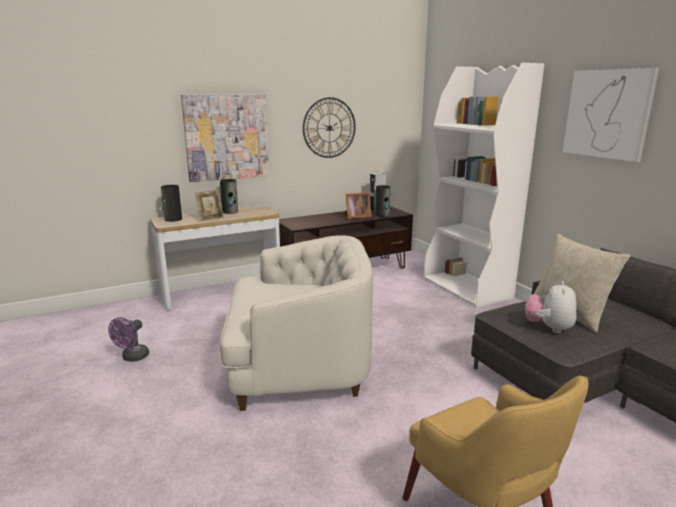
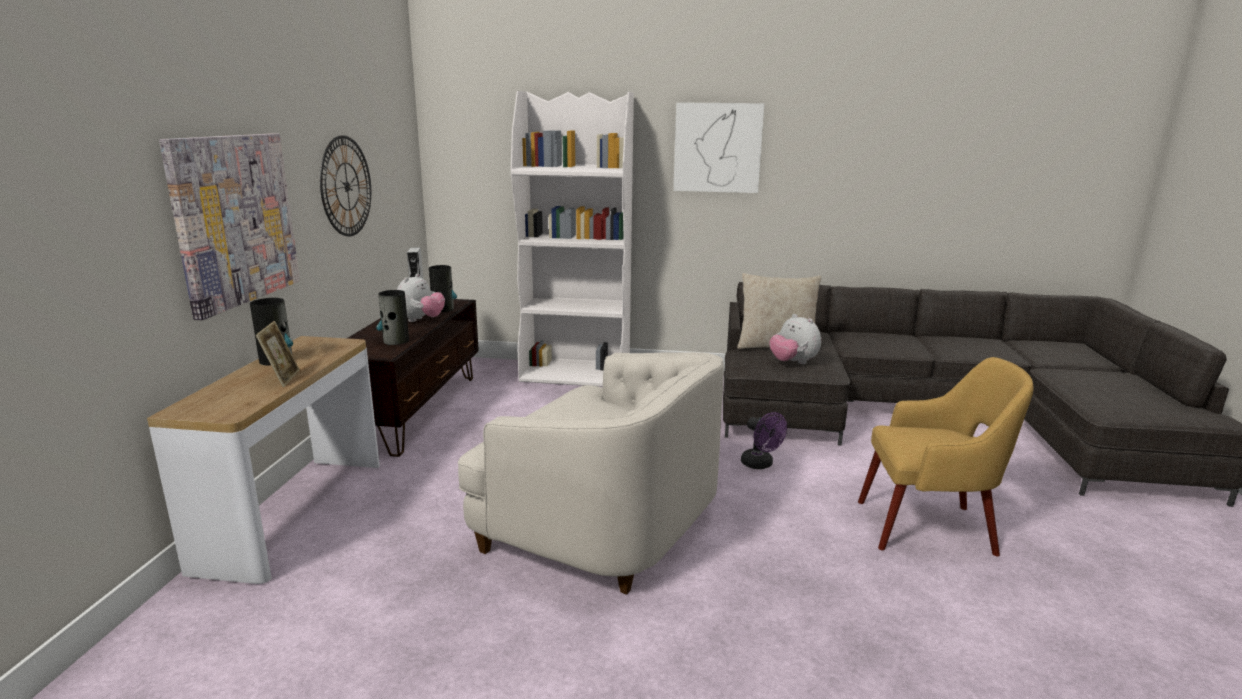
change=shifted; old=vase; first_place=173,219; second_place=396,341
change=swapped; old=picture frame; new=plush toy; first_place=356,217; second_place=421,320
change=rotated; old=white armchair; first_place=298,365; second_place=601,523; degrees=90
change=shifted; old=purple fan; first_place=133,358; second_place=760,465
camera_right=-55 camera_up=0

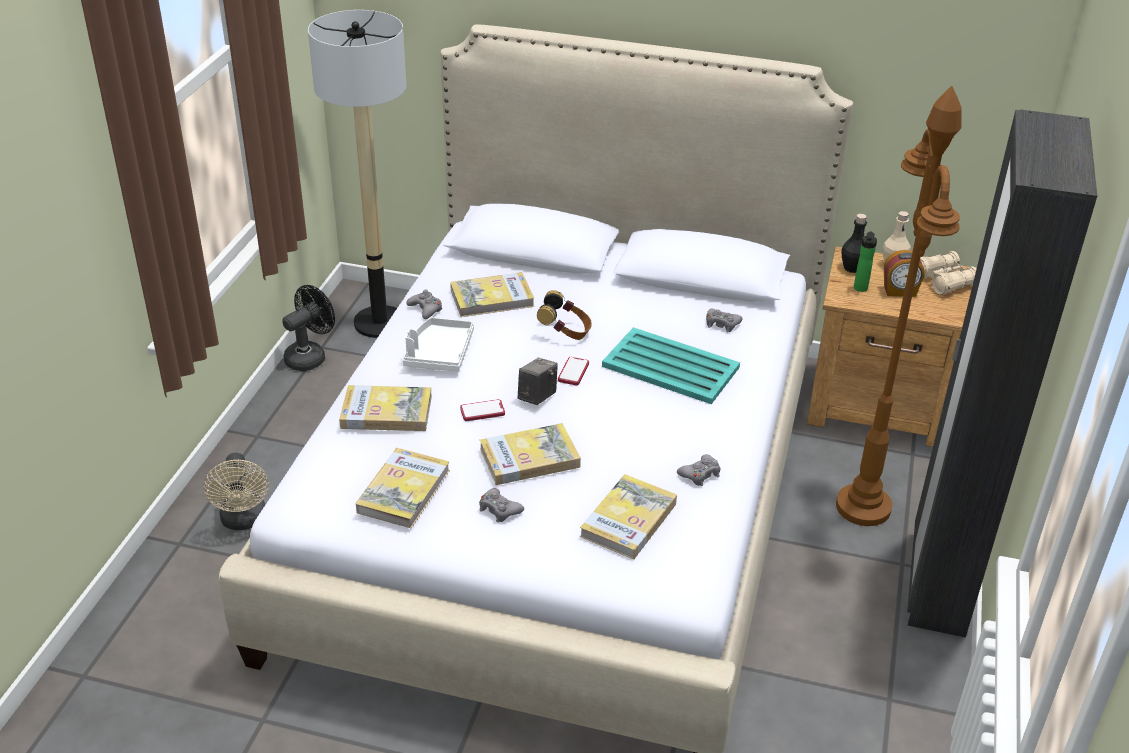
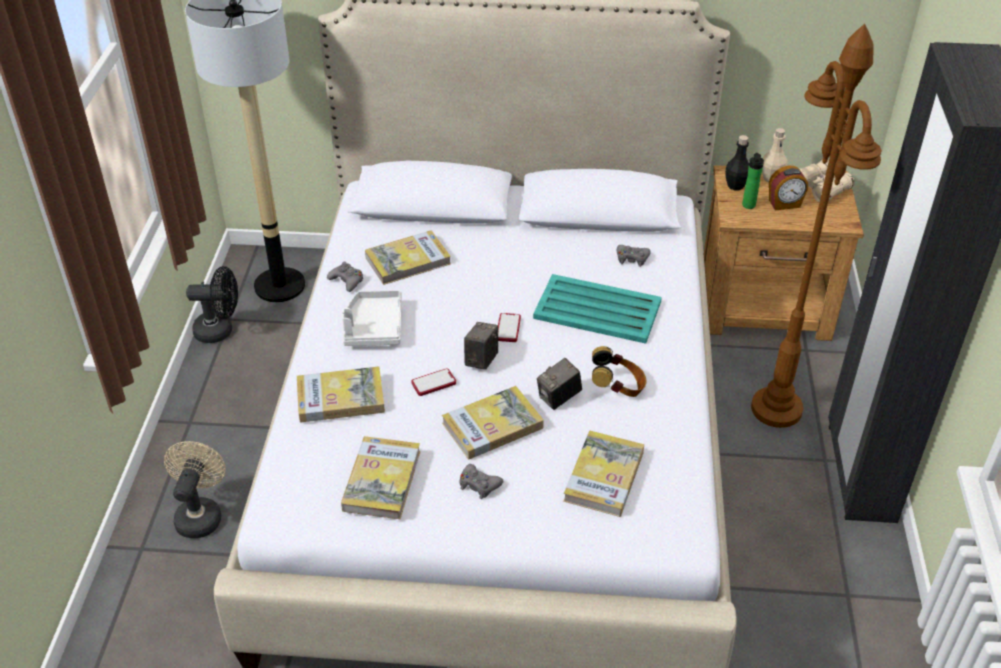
change=rotated; old=beige fan; first_place=244,521; second_place=200,514; degrees=-150
change=rotated; old=black fan; first_place=310,356; second_place=220,330; degrees=60
change=new; new=photo camera; second_place=559,398
change=shifted; old=headphones; first_place=565,332; second_place=617,388
change=gone; old=grey game controller; first_place=700,474
camera_right=-10 camera_up=5

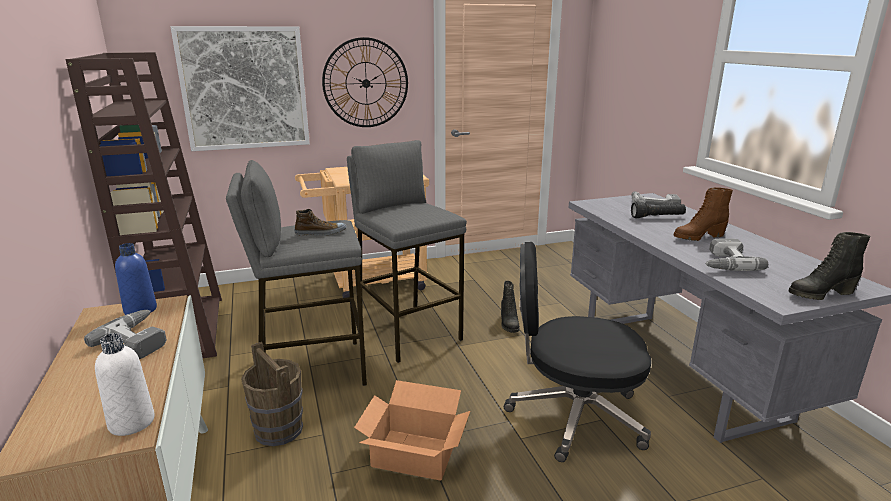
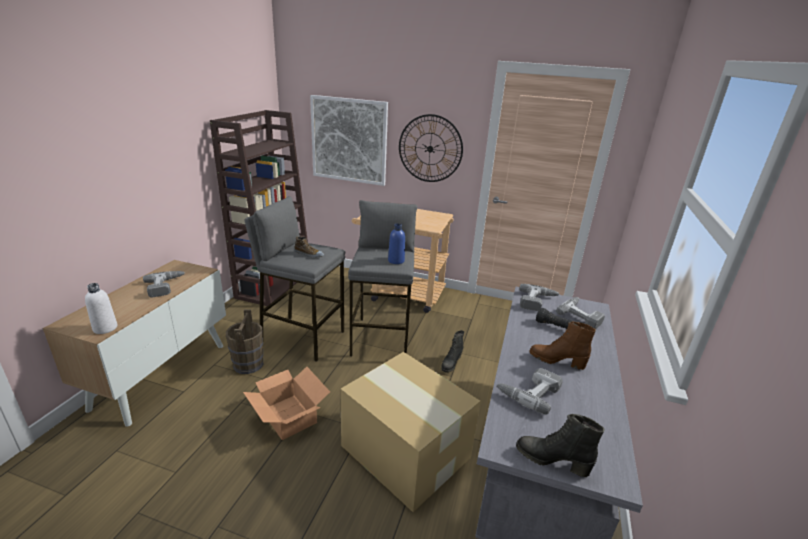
change=swapped; old=black office chair; new=cardboard box; first_place=573,415; second_place=405,450
change=shifted; old=blue bottle; first_place=140,310; second_place=396,261
change=new; new=power drill; second_place=537,302
camera_right=35 camera_up=5

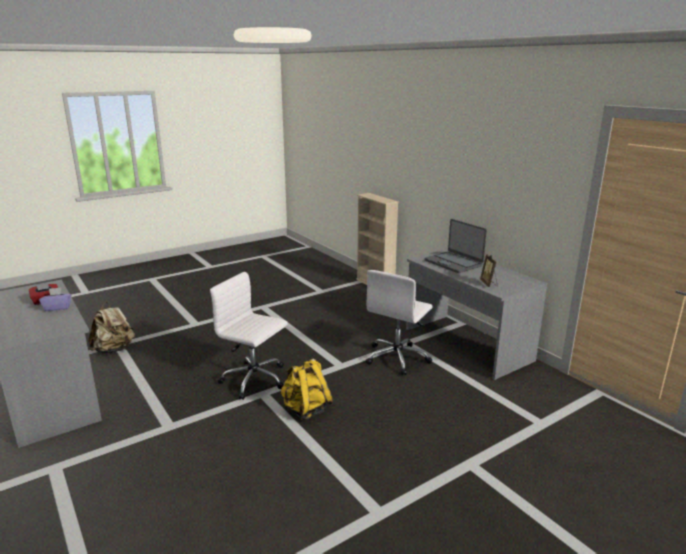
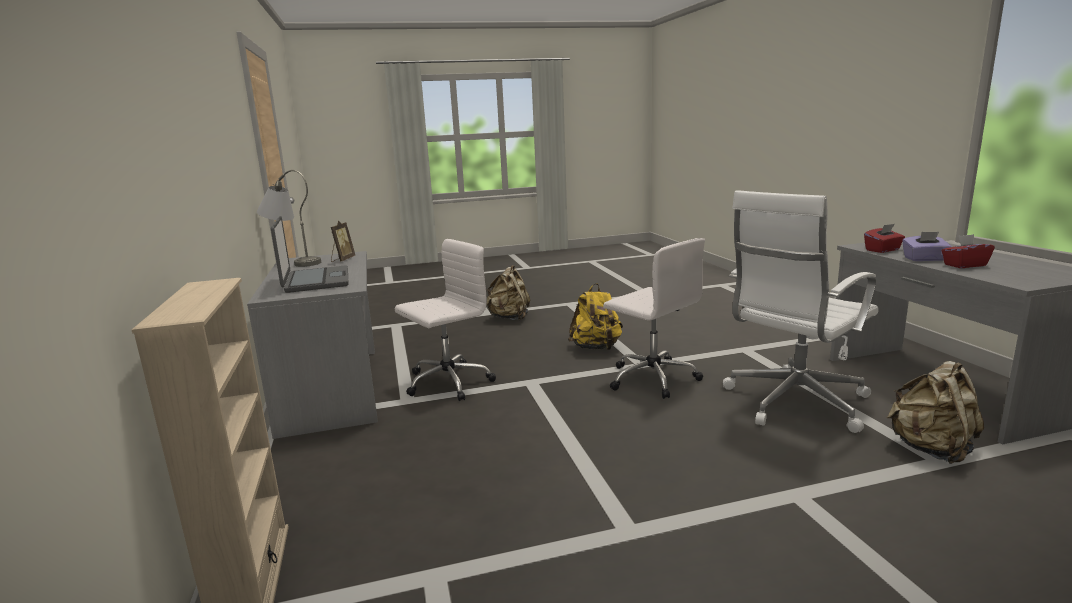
change=new; new=grey table lamp; second_place=293,263
change=new; new=beige backpack; second_place=509,318
change=new; new=white office chair; second_place=793,403
change=new; new=red tissue box; second_place=883,250
camera_right=-160 camera_up=-5

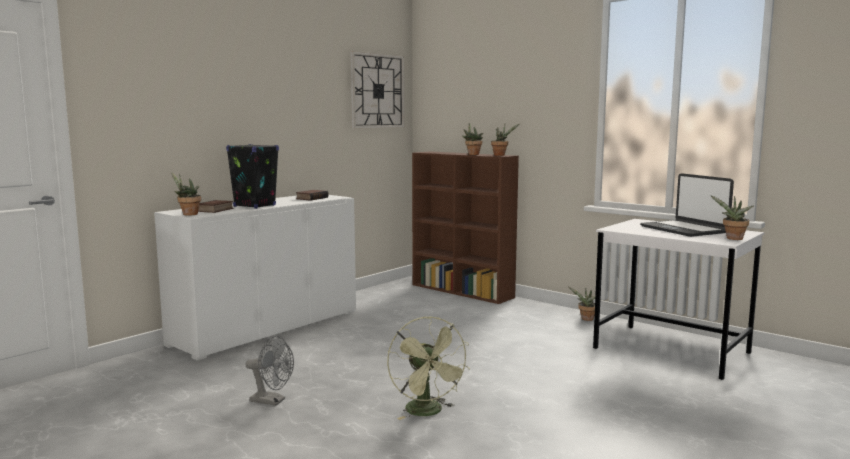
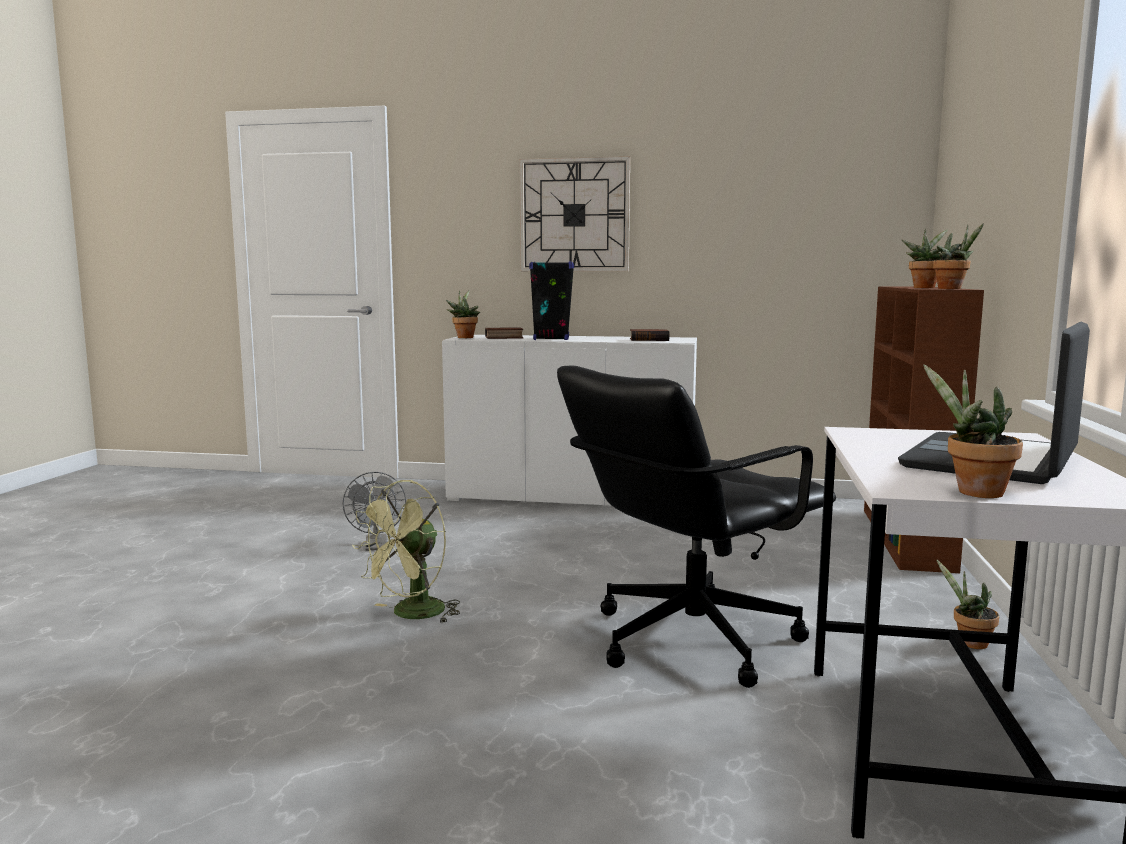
change=shifted; old=wall clock; first_place=377,91; second_place=574,215
change=new; new=black office chair; second_place=690,639
camera_right=60 camera_up=0

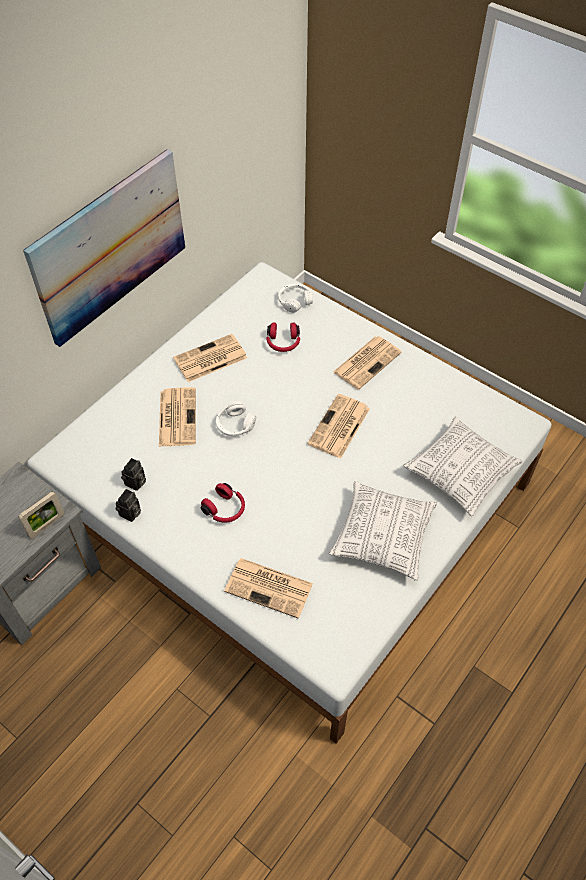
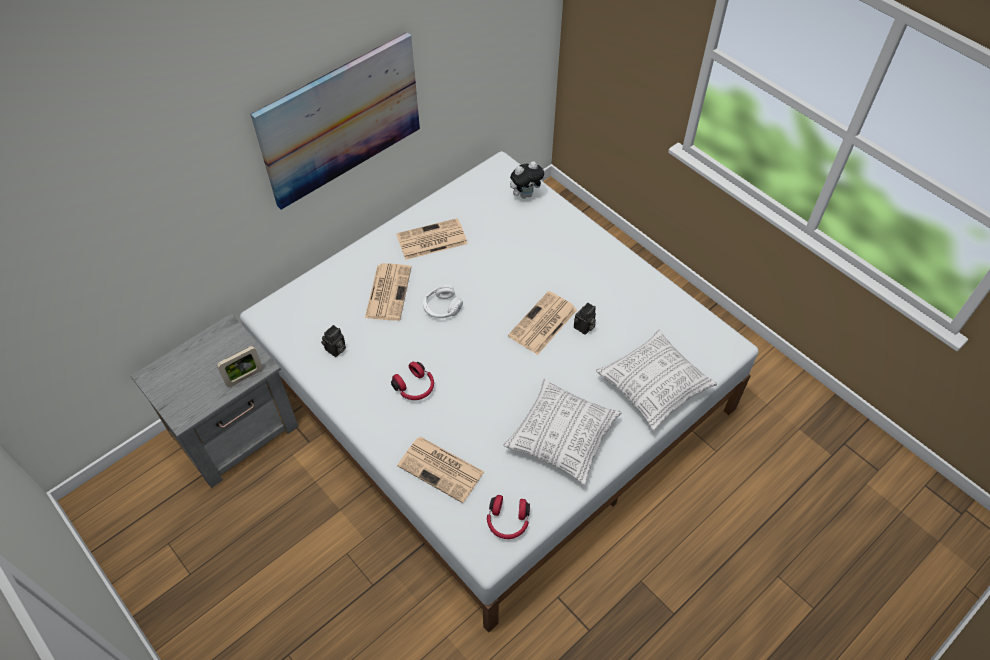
change=shifted; old=red headphones; first_place=283,343; second_place=507,522
change=swapped; old=white headphones; new=plush toy; first_place=294,301; second_place=526,194
change=shifted; old=photo camera; first_place=130,514; second_place=584,328
change=gone; old=newspaper; first_place=367,362
camera_right=10 camera_up=0

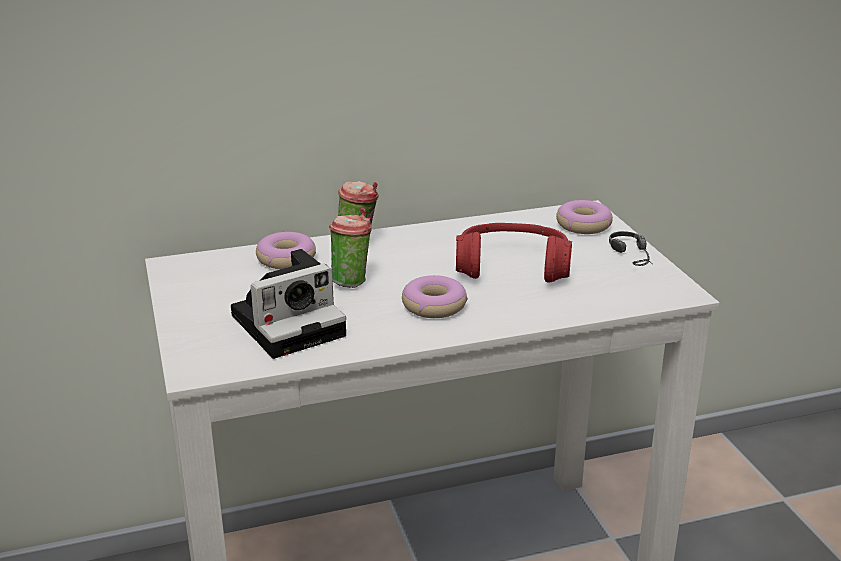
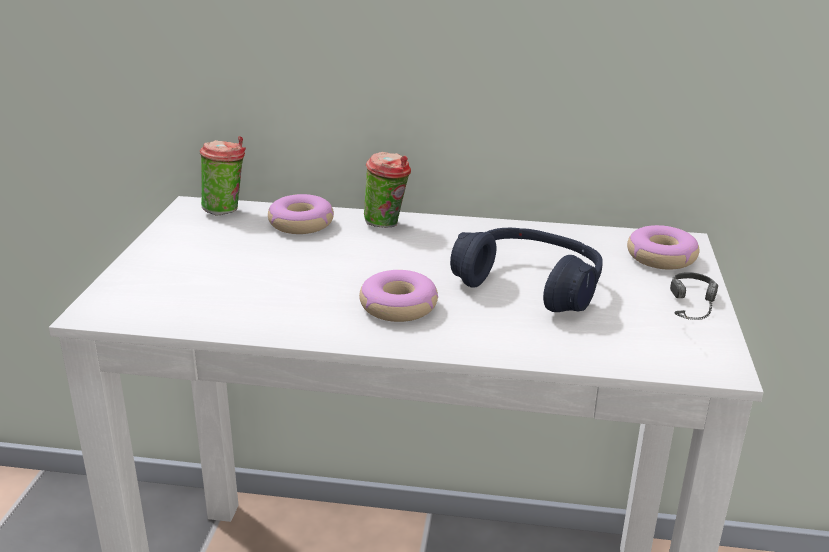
change=shifted; old=cup; first_place=351,281; second_place=226,210
change=repainted; old=red headphones; new=blue headphones; first_place=512,267; second_place=529,285
change=gone; old=photo camera; first_place=291,323
camera_right=25 camera_up=0

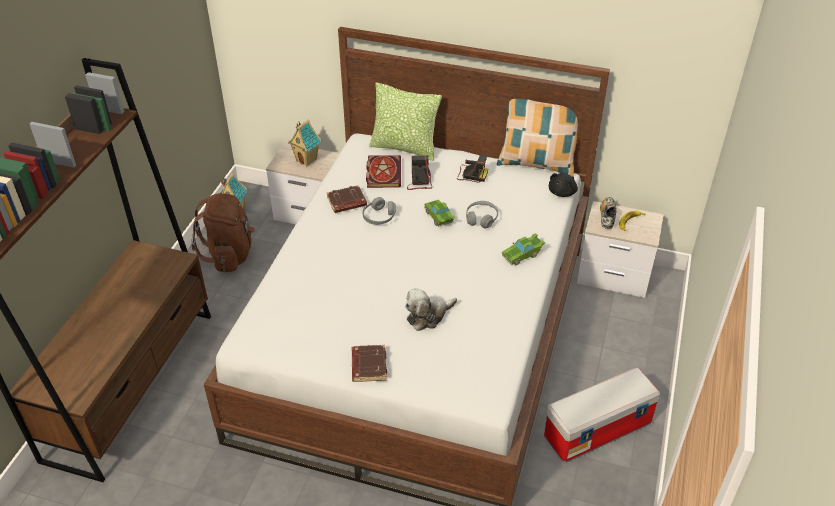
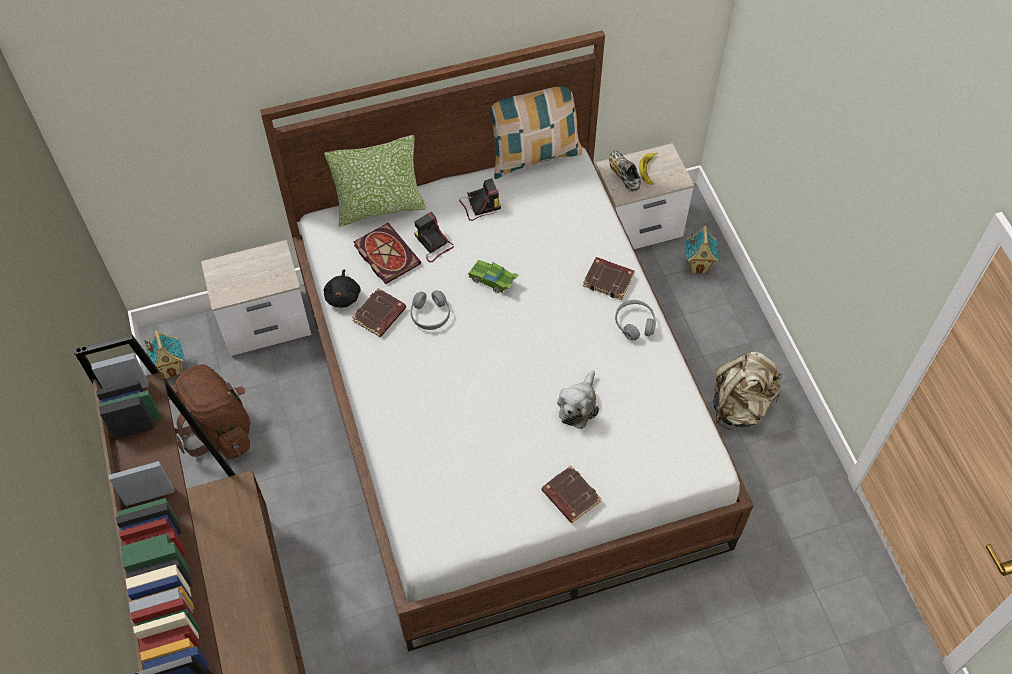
change=shifted; old=black plush toy; first_place=563,192; second_place=343,296
change=swapped; old=green toy car; new=brown book; first_place=522,255; second_place=609,280
change=shifted; old=grey headphones; first_place=481,218; second_place=634,324
change=shifted; old=toy house; first_place=307,160; second_place=698,266
change=swapped; old=storage box; new=beige backpack; first_place=598,429; second_place=740,406
camera_right=-35 camera_up=15

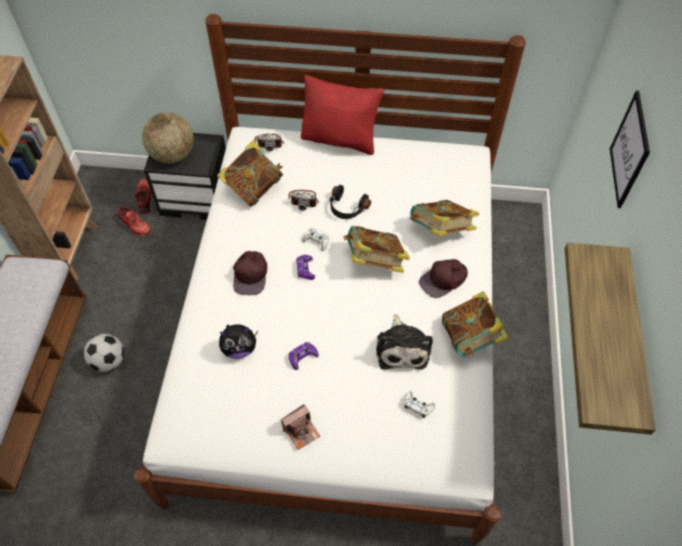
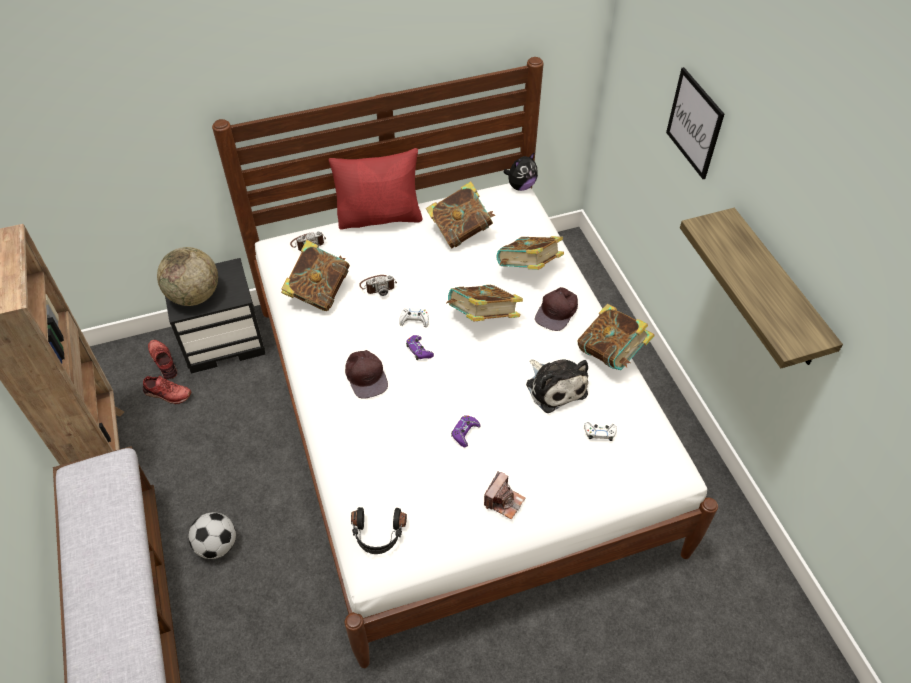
change=shifted; old=black headphones; first_place=347,208; second_place=378,535
change=new; new=book; second_place=461,232
change=shifted; old=plush toy; first_place=239,349; second_place=520,186
camera_right=-25 camera_up=-5

